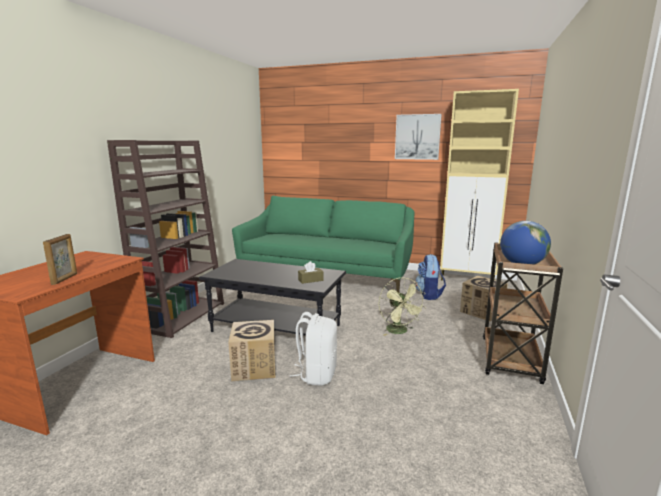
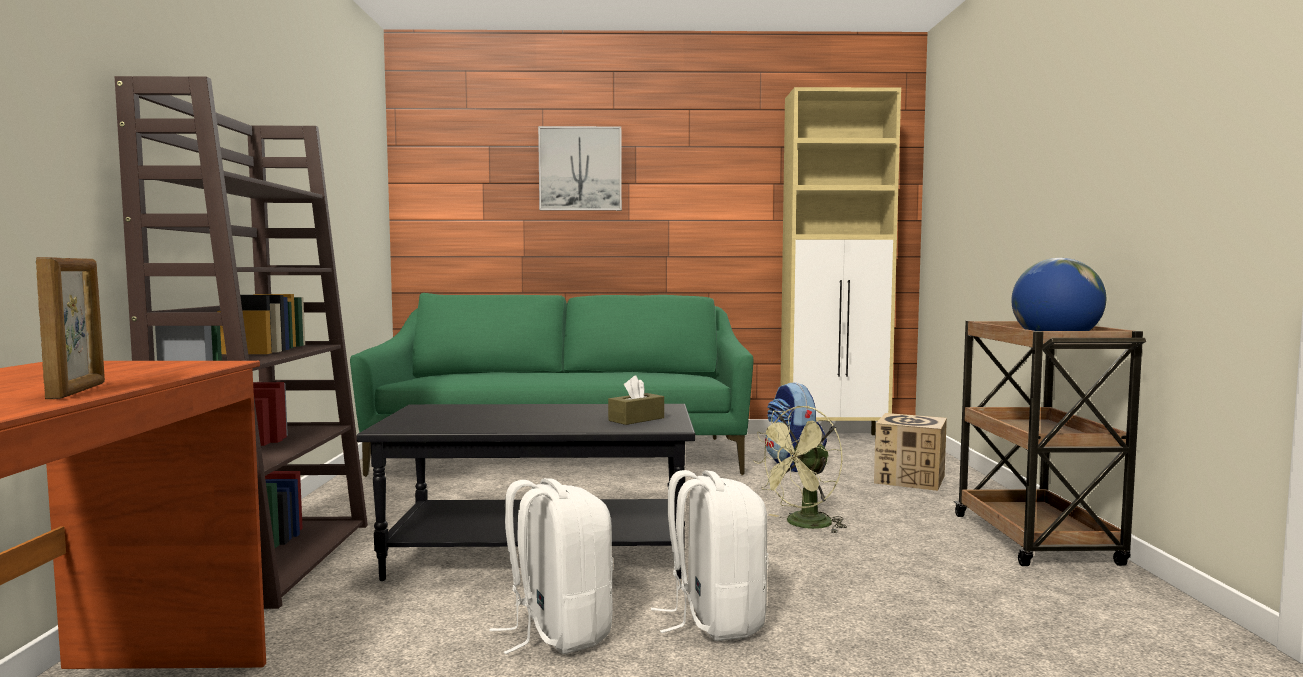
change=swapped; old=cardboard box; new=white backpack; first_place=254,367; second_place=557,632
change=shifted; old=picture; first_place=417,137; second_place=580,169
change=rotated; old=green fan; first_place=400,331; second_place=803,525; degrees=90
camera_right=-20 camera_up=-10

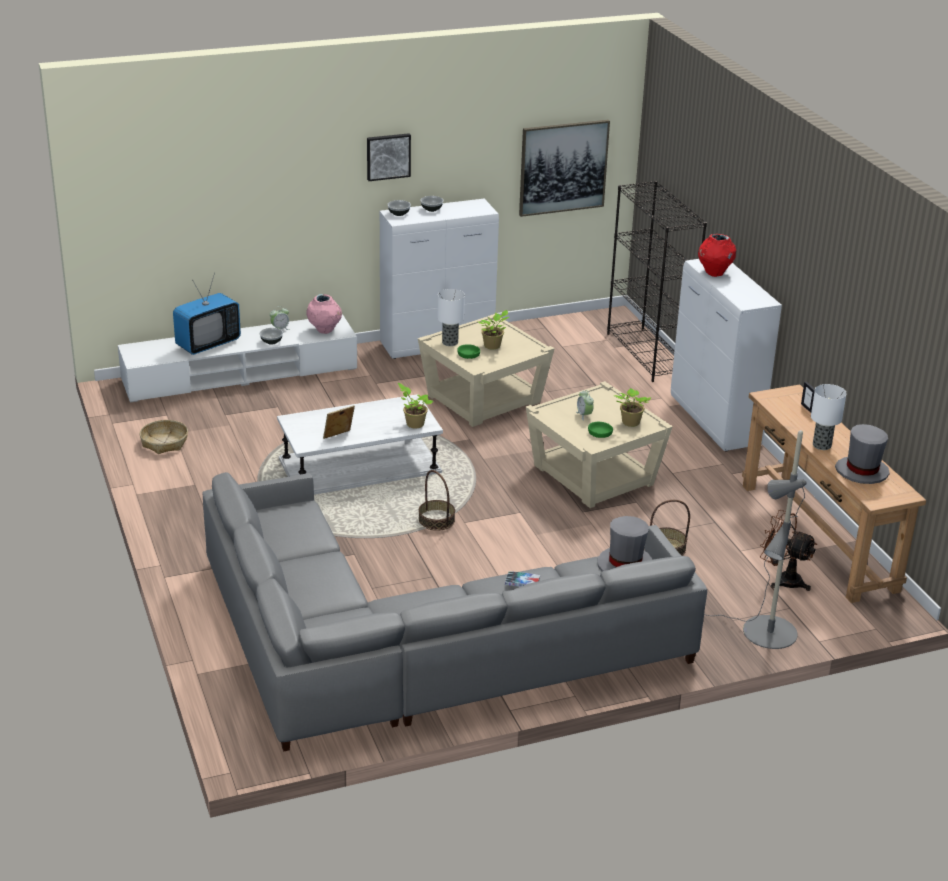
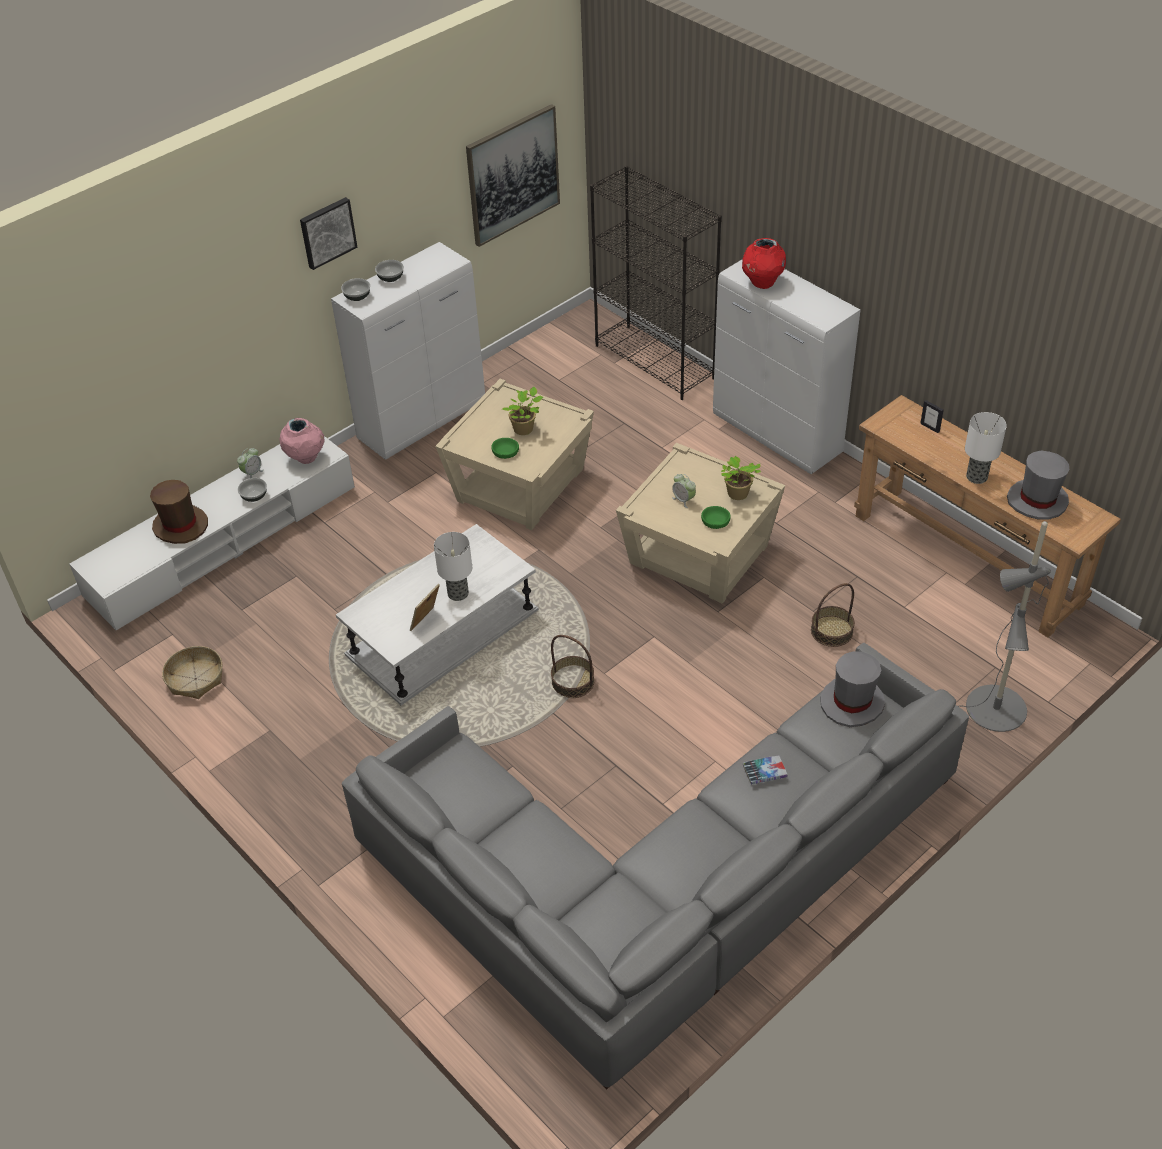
change=swapped; old=television; new=brown hat; first_place=208,344; second_place=180,525
change=shifted; old=table lamp; first_place=450,342; second_place=457,593
change=gone; old=potted plant; first_place=413,424
change=gone; old=brown fan; first_place=782,580
camera_right=-20 camera_up=15

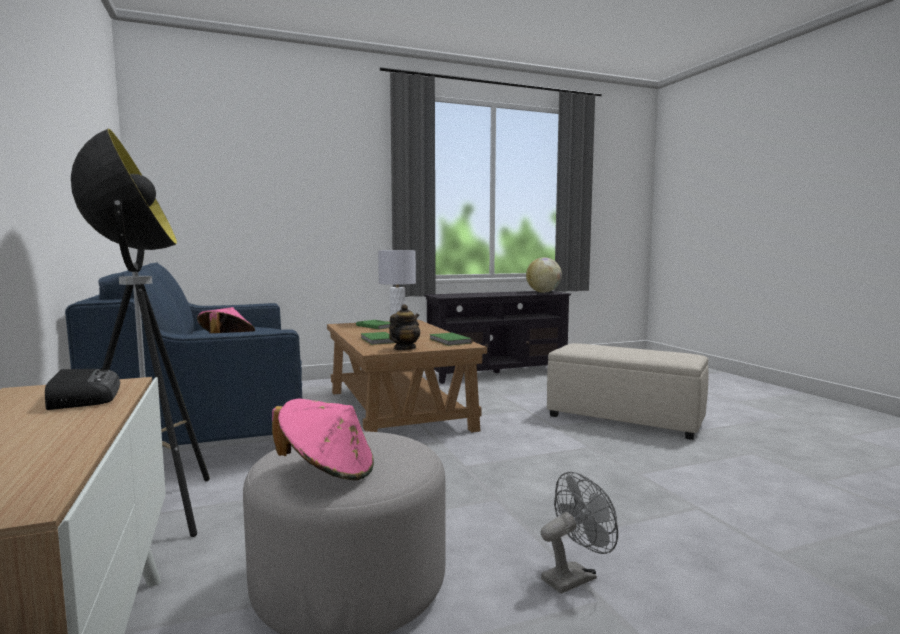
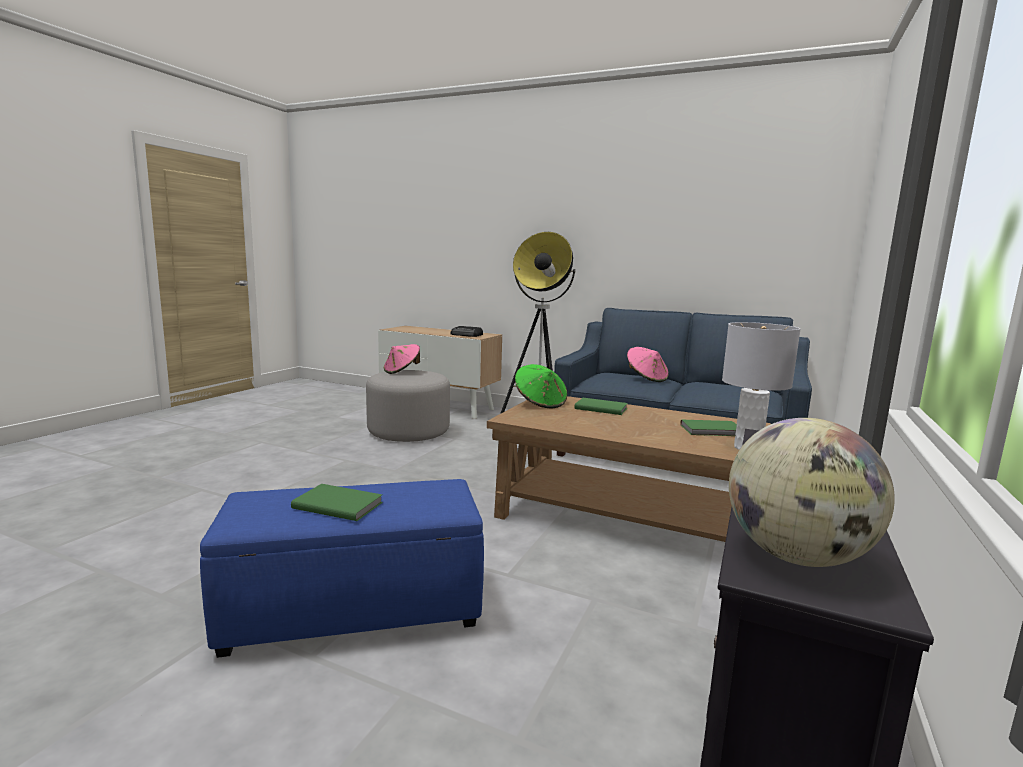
change=repainted; old=beige ottoman; new=blue ottoman; first_place=625,419; second_place=352,610
change=shifted; old=green book; first_place=449,341; second_place=338,504
change=swapped; old=teapot; new=green hat; first_place=404,349; second_place=540,403
change=gone; old=grey fan; first_place=574,576
camera_right=135 camera_up=5

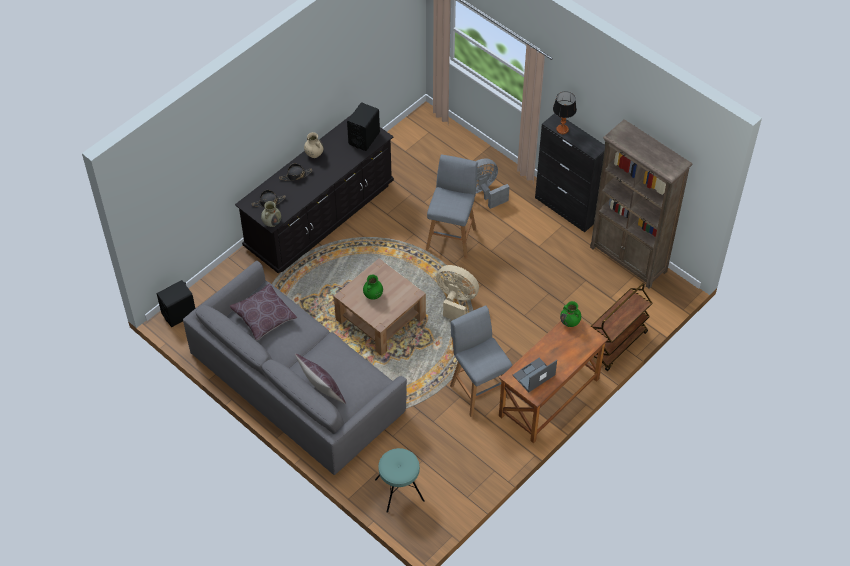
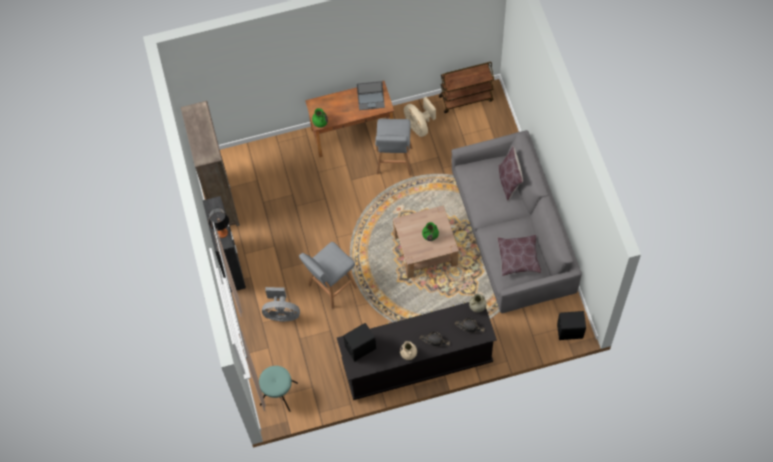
change=shifted; old=turquoise stool; first_place=399,490; second_place=278,394
change=shifted; old=beige fan; first_place=456,301; second_place=419,126
change=shifted; old=brown cart; first_place=616,345; second_place=466,98
camera_right=-145 camera_up=10

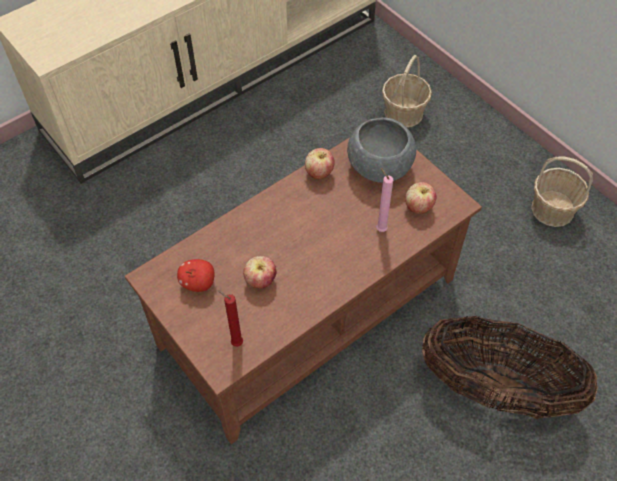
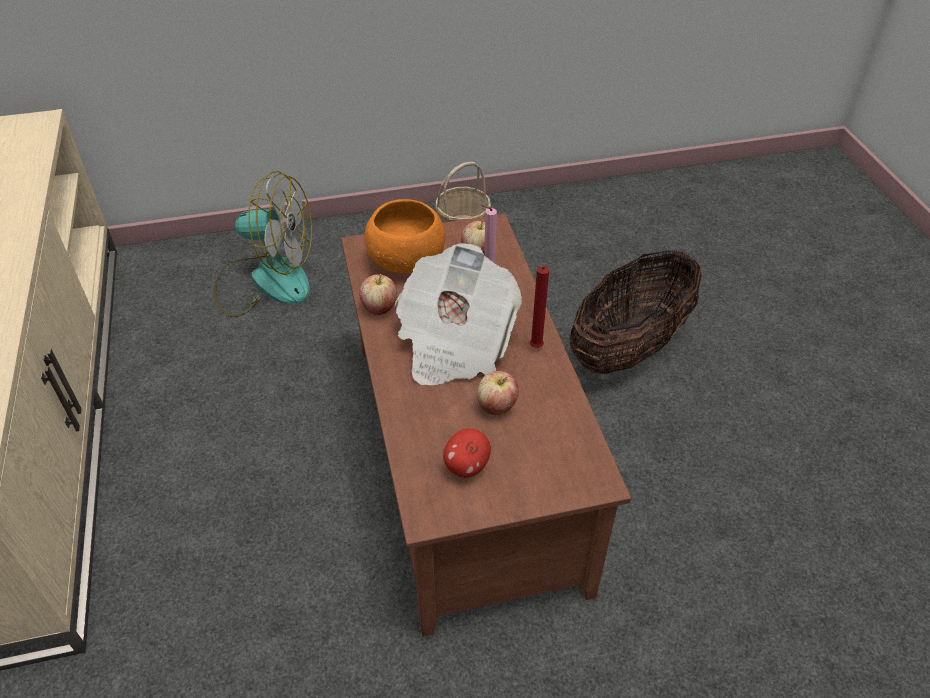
change=swapped; old=basket; new=fan; first_place=404,113; second_place=266,280
change=repainted; old=grey bowl; new=orange bowl; first_place=379,167; second_place=407,261
change=new; new=newspaper; second_place=454,342
change=shifted; old=red candle; first_place=235,342; second_place=534,348
camera_right=-65 camera_up=-10

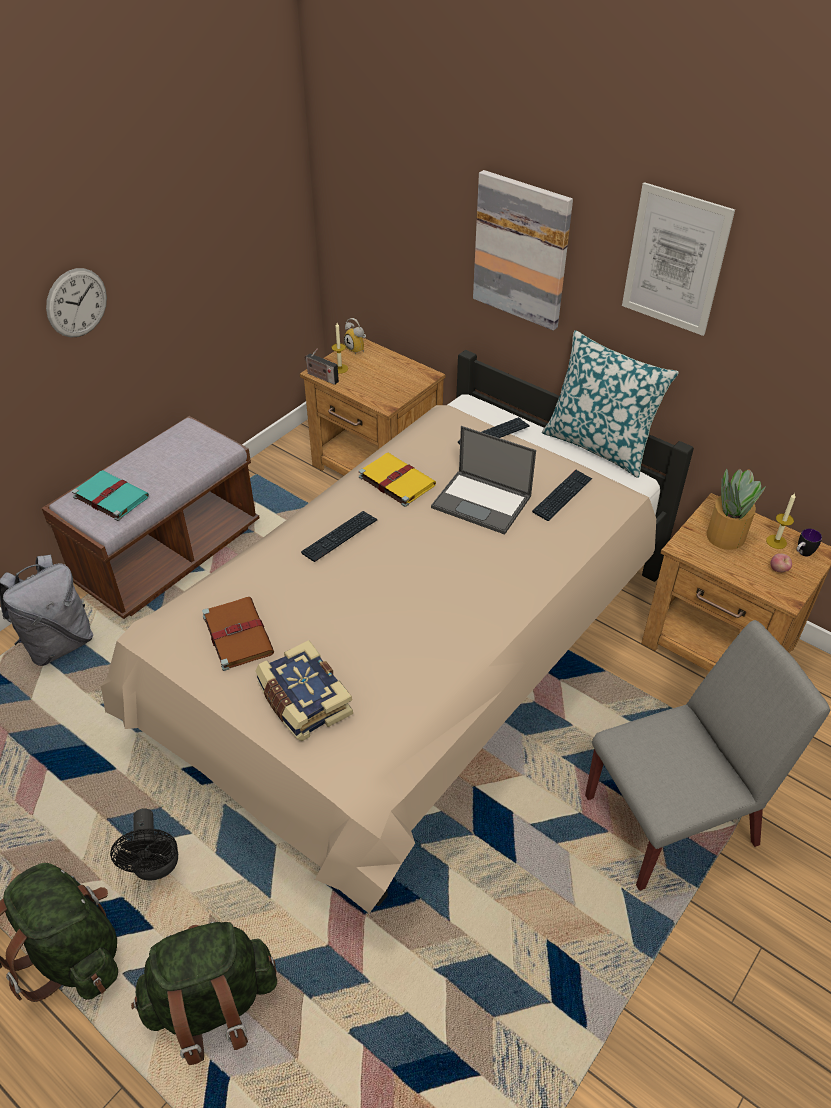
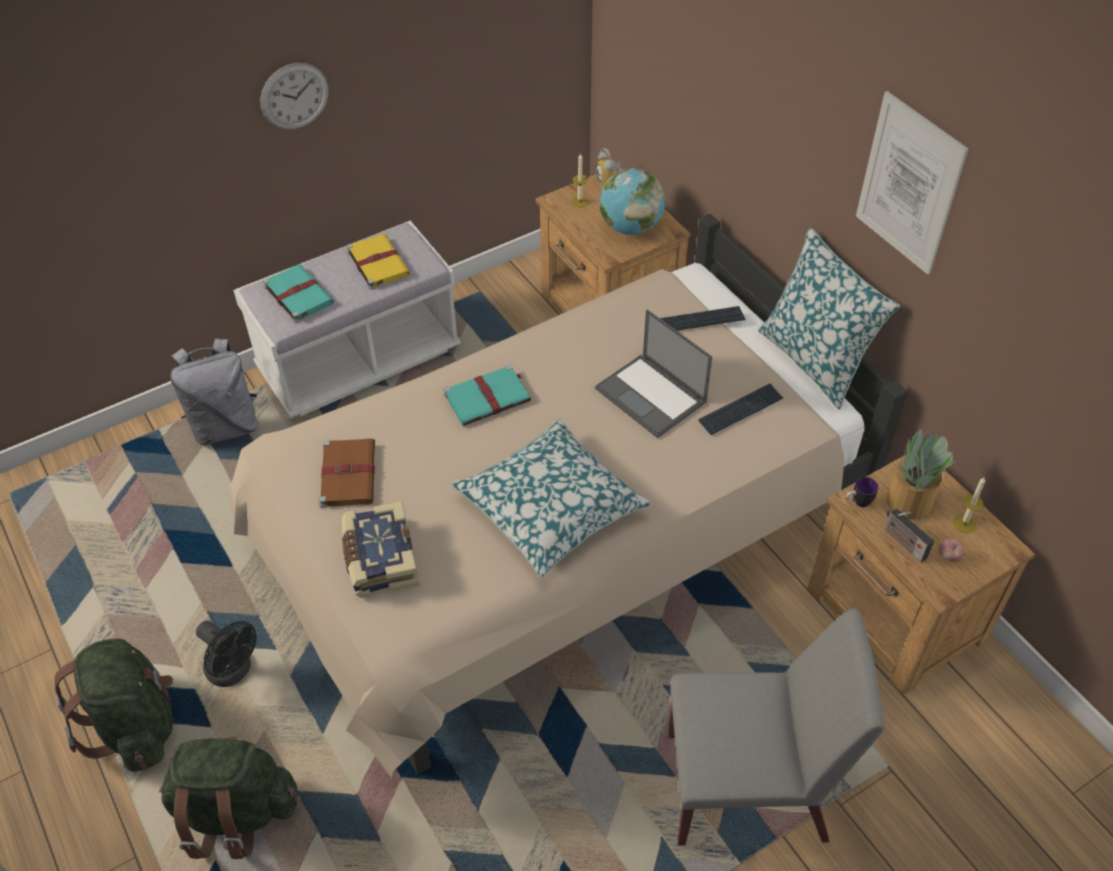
change=rotated; old=black fan; first_place=156,867; second_place=234,671; degrees=-60
change=repainted; old=brown bench; new=white bench; first_place=168,556; second_place=359,361
change=shifted; old=yellow book; first_place=395,480; second_place=377,262
change=swapped; old=keyboard; new=turquoise book; first_place=339,537; second_place=488,397
change=new; new=pillow; second_place=551,507
change=new; new=globe; second_place=630,227
change=shifted; old=mug; first_place=802,554; second_place=857,503
change=shifted; old=radio; first_place=321,377; second_place=903,542
change=gone; old=picture; first_place=521,250
camera_right=20 camera_up=5

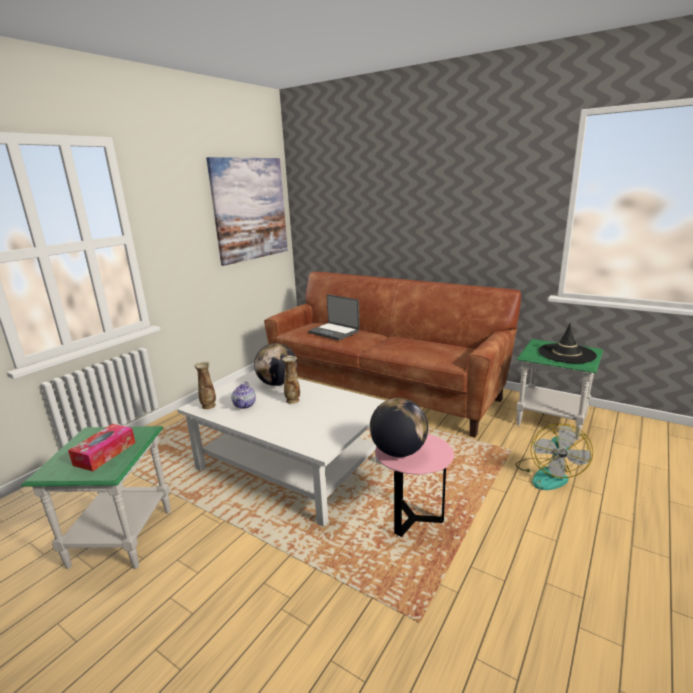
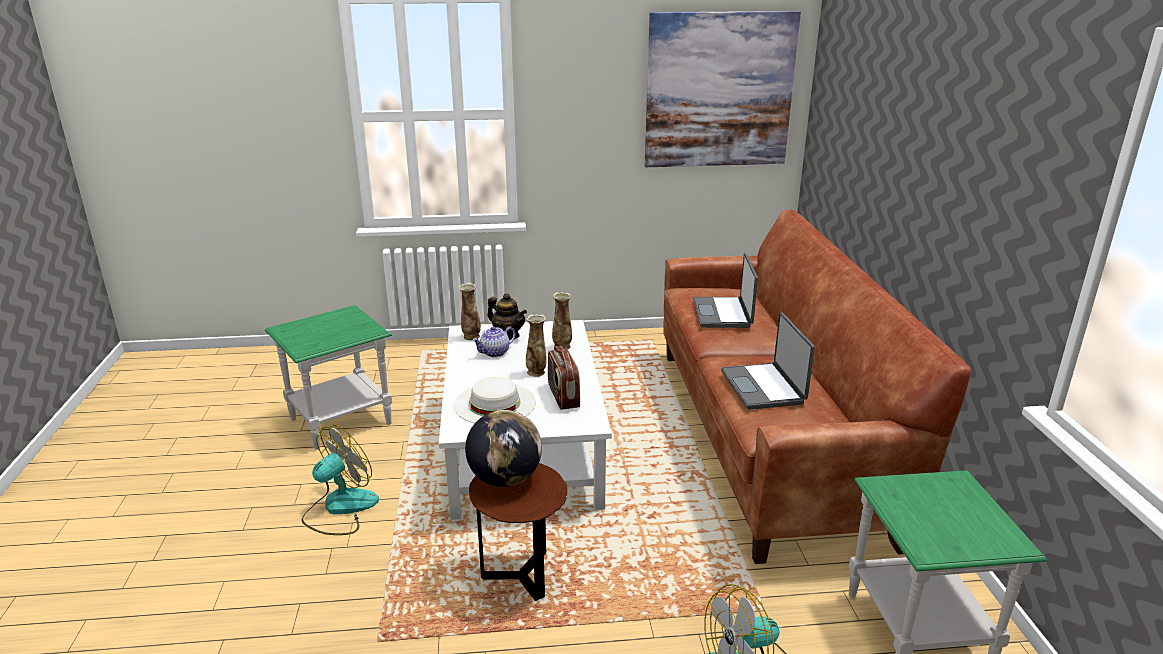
change=new; new=fan; second_place=340,508
change=new; new=white hat; second_place=494,403
change=repainted; old=pink side table; new=brown side table; first_place=413,519; second_place=521,577
change=new; new=teapot; second_place=508,335
change=new; new=radio; second_place=563,396
change=swapped; old=globe; new=vase; first_place=277,383; second_place=562,347
change=new; new=laptop; second_place=764,387
change=gone; old=tissue box; first_place=105,453
change=gone; old=black hat; first_place=566,354
camera_right=50 camera_up=5

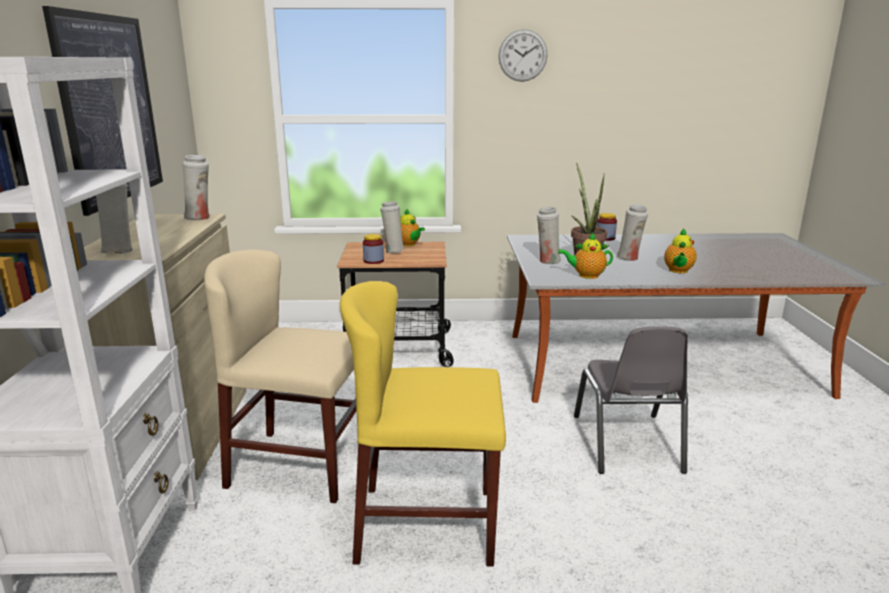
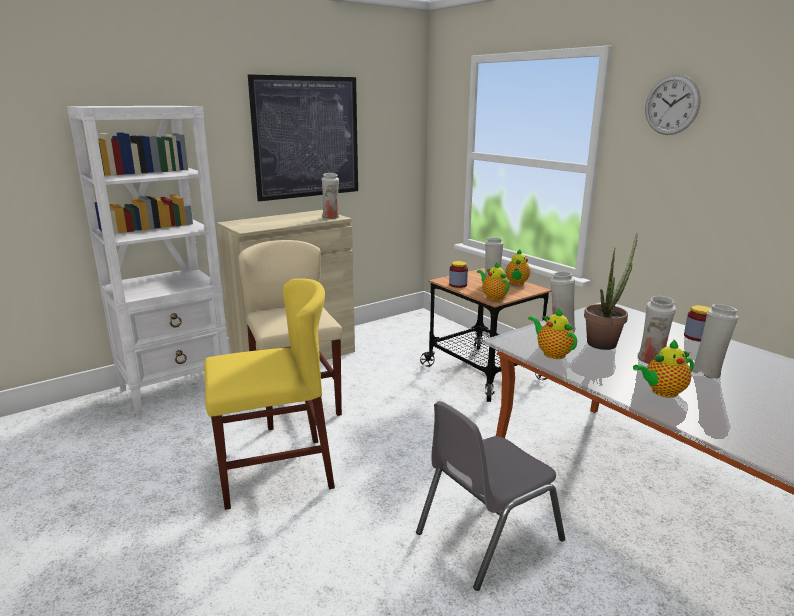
change=rotated; old=yellow chair; first_place=426,524; second_place=275,472; degrees=105
change=new; new=teapot; second_place=493,297
change=shifted; old=white vase; first_place=119,251; second_place=707,372
camera_right=55 camera_up=0

